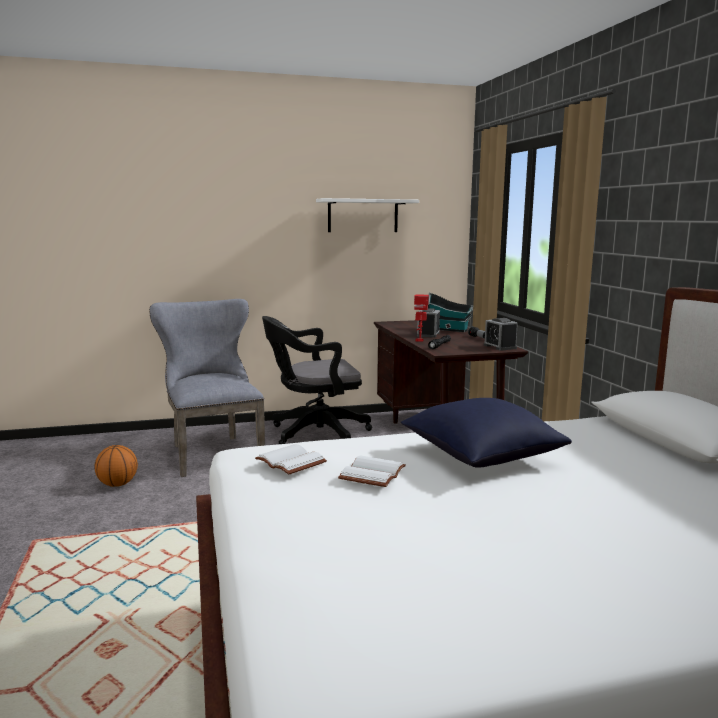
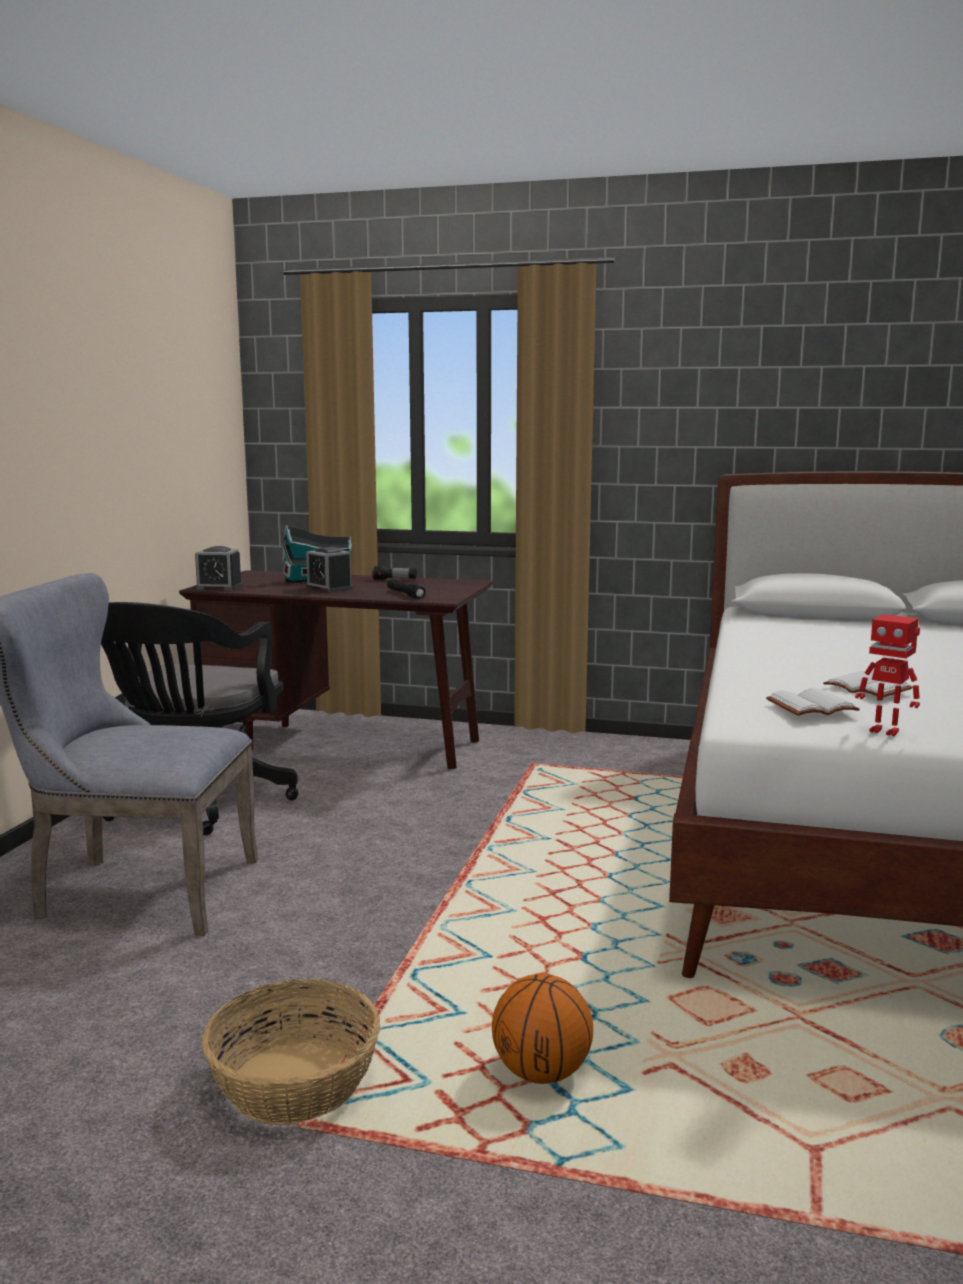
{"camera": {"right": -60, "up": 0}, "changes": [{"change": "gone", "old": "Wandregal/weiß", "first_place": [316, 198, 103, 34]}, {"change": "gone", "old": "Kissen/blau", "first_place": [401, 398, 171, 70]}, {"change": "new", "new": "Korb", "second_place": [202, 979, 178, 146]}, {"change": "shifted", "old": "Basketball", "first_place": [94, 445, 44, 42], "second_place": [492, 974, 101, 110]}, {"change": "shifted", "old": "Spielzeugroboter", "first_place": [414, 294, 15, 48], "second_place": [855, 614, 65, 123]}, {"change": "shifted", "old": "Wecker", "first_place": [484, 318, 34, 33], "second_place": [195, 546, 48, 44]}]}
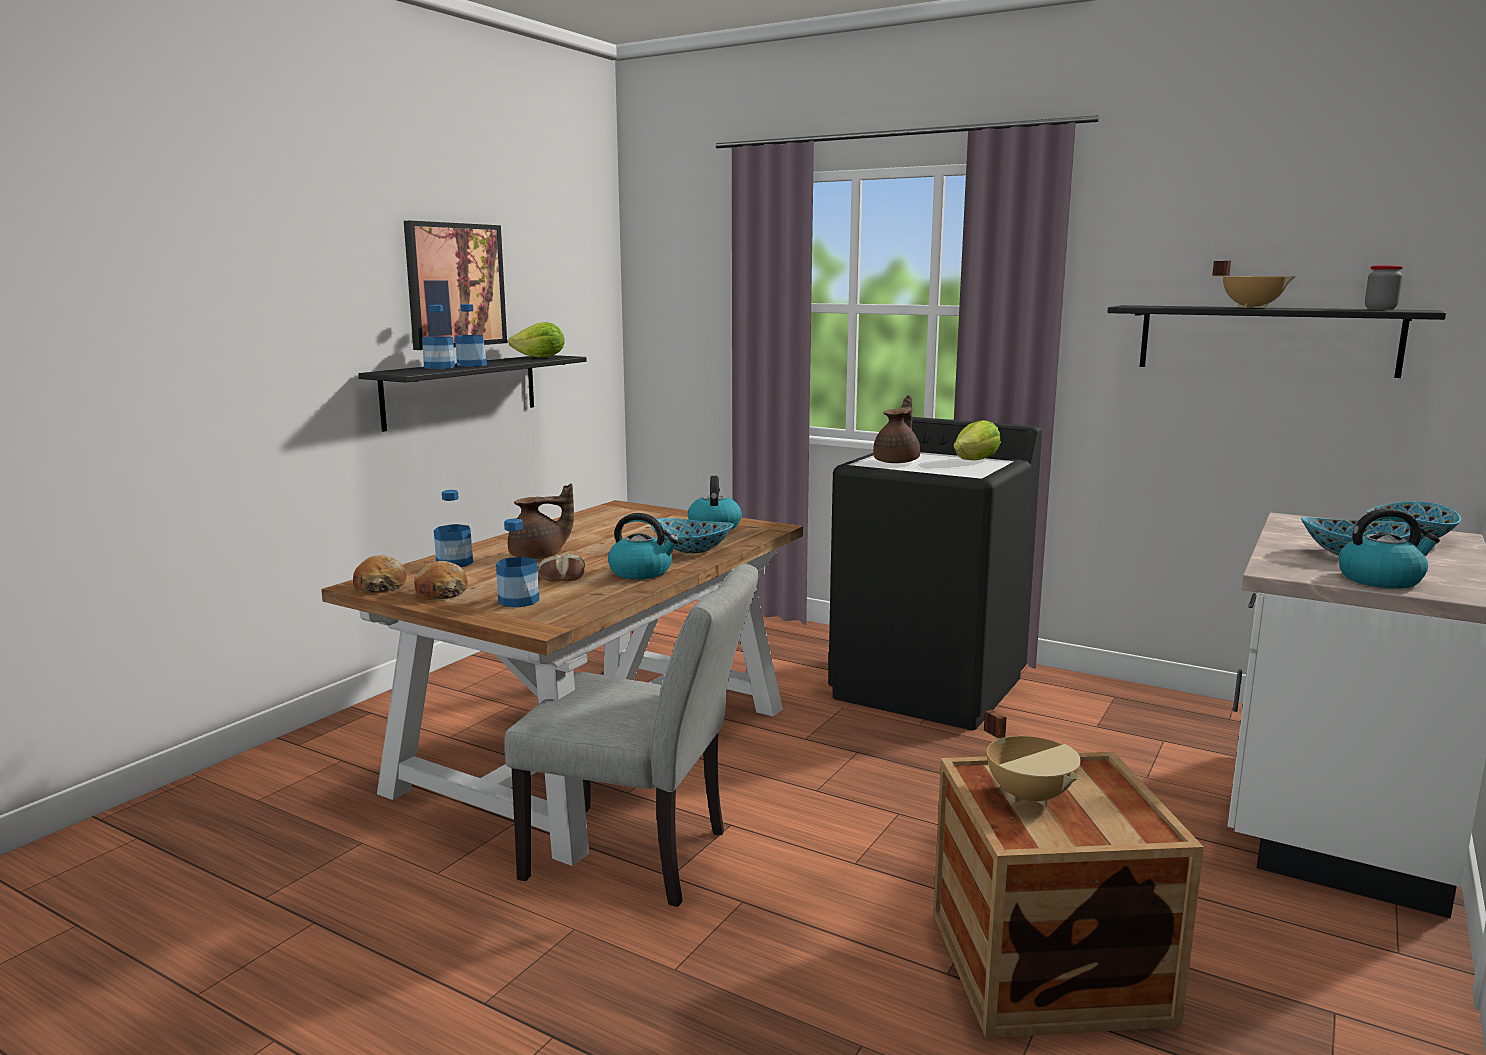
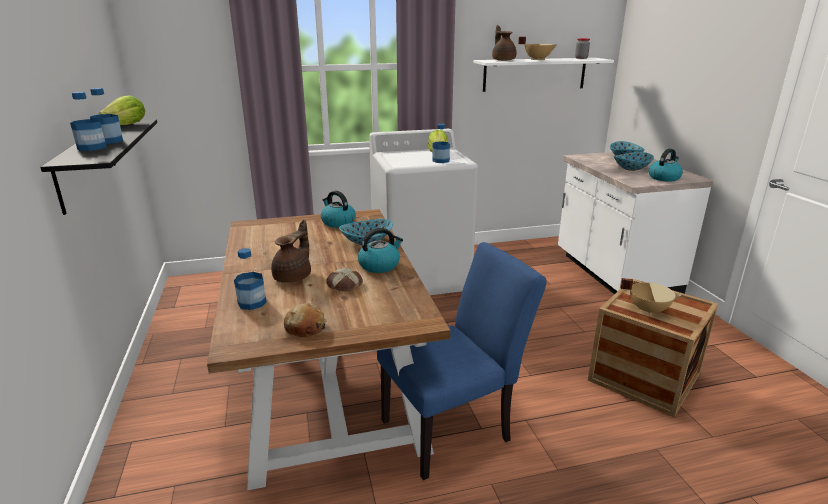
{"camera": {"right": -45, "up": 10}, "changes": [{"change": "gone", "old": "Brot", "first_place": [353, 555, 54, 38]}, {"change": "gone", "old": "Bild", "first_place": [404, 221, 103, 129]}, {"change": "shifted", "old": "Flasche", "first_place": [496, 519, 44, 89], "second_place": [432, 124, 18, 39]}, {"change": "shifted", "old": "Teekanne/braun", "first_place": [873, 395, 47, 68], "second_place": [492, 25, 25, 36]}, {"change": "repainted", "old": "Stuhl/grau", "new": "Stuhl/blau", "first_place": [504, 564, 255, 343], "second_place": [377, 242, 170, 238]}, {"change": "repainted", "old": "Waschmaschine/schwarz", "new": "Waschmaschine/weiß", "first_place": [828, 417, 214, 313], "second_place": [369, 129, 109, 166]}, {"change": "repainted", "old": "Wandregal/schwarz", "new": "Wandregal/weiß", "first_place": [1108, 305, 338, 73], "second_place": [474, 58, 140, 34]}]}
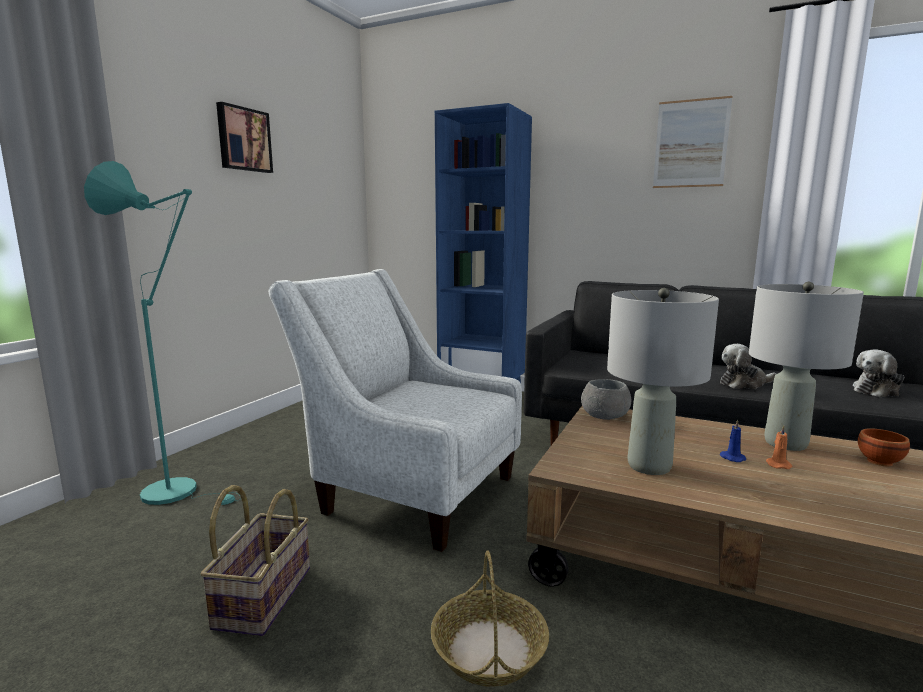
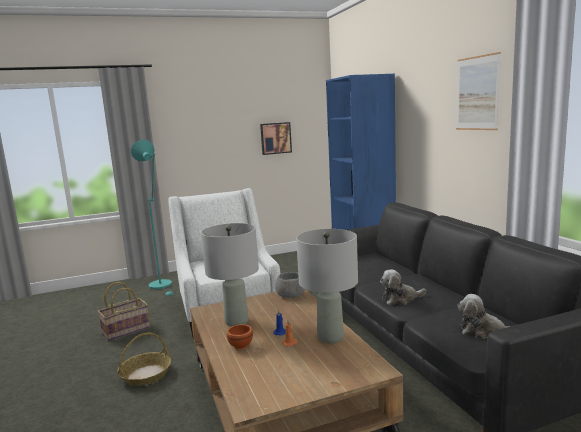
{"camera": {"right": 45, "up": 0}, "changes": [{"change": "shifted", "old": "Bild", "first_place": [216, 102, 57, 71], "second_place": [260, 122, 32, 33]}, {"change": "shifted", "old": "Schüssel/braun", "first_place": [858, 428, 52, 38], "second_place": [227, 324, 26, 26]}, {"change": "rotated", "old": "Plüschtier", "first_place": [720, 344, 56, 45], "second_place": [380, 269, 46, 36], "degrees": -45}]}
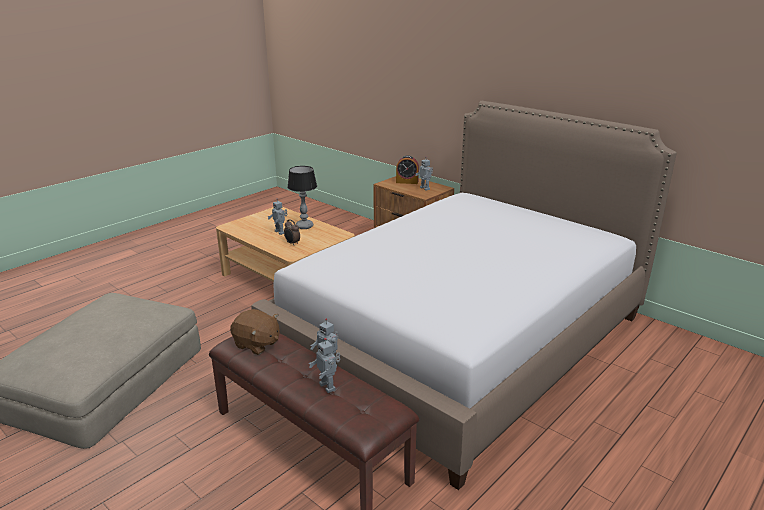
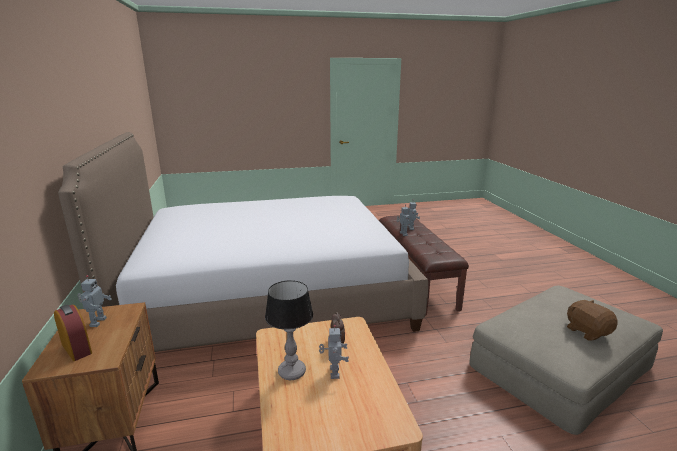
{"camera": {"right": -145, "up": -5}, "changes": [{"change": "shifted", "old": "Plüschtier/braun", "first_place": [230, 309, 49, 46], "second_place": [567, 300, 51, 41]}]}
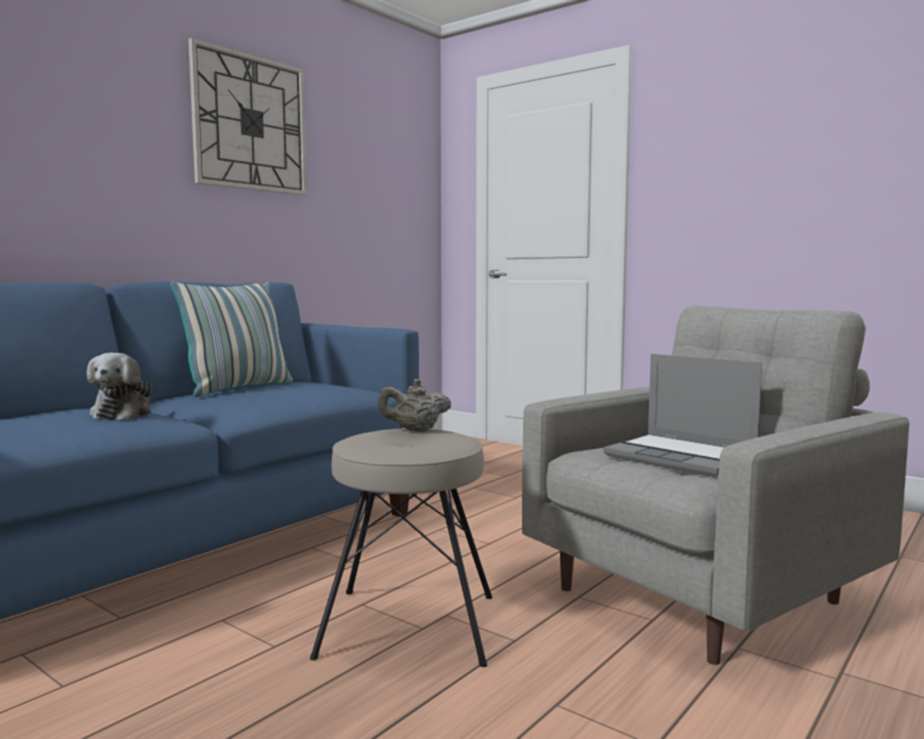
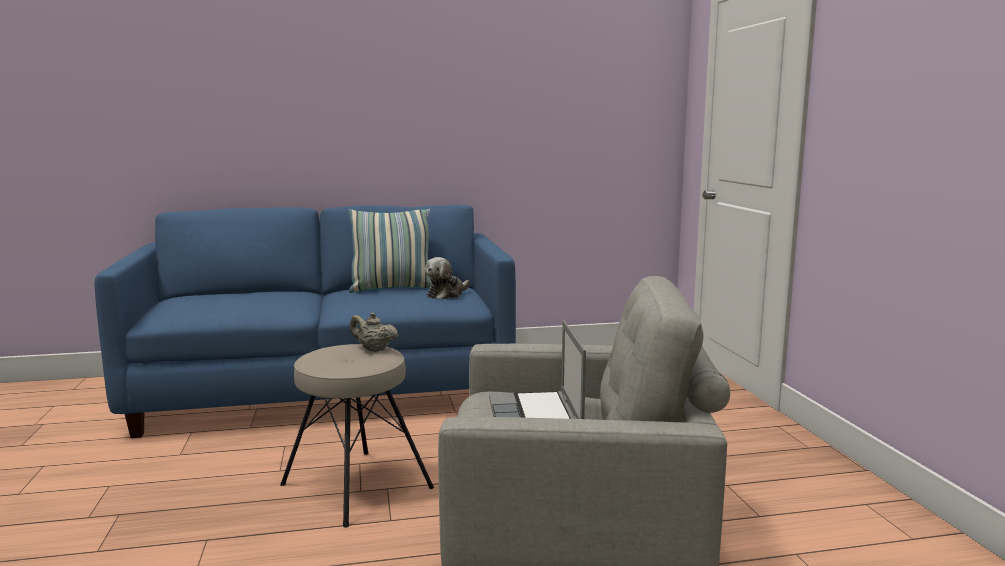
{"camera": {"right": 40, "up": 5}, "changes": [{"change": "gone", "old": "Wanduhr", "first_place": [188, 38, 119, 157]}, {"change": "shifted", "old": "Plüschtier", "first_place": [87, 352, 65, 68], "second_place": [425, 257, 45, 43]}]}
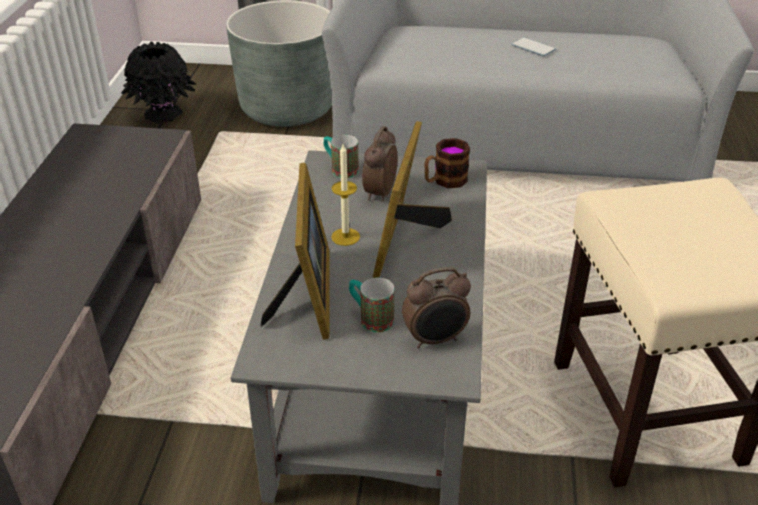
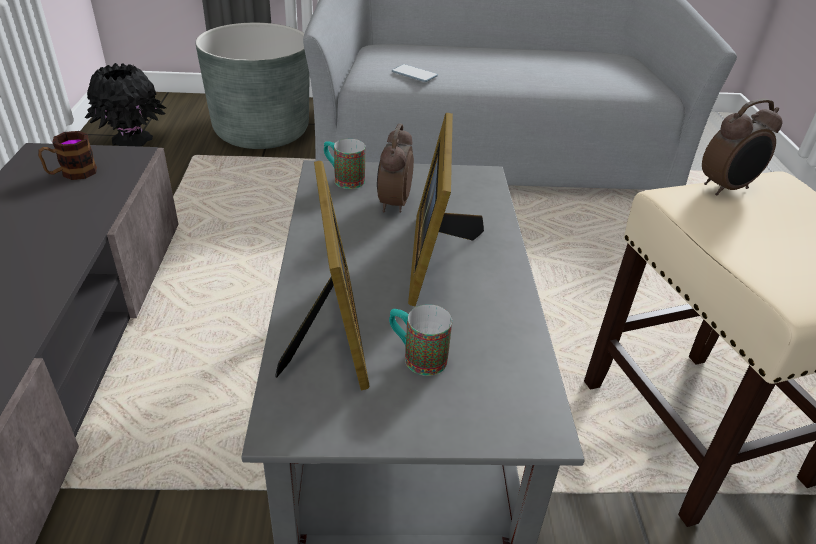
{"camera": {"right": -10, "up": 0}, "changes": [{"change": "gone", "old": "Kerze", "first_place": [331, 145, 29, 101]}, {"change": "shifted", "old": "Wecker", "first_place": [402, 267, 69, 81], "second_place": [702, 98, 80, 98]}, {"change": "shifted", "old": "Henkelbecher", "first_place": [424, 138, 46, 50], "second_place": [38, 131, 59, 49]}, {"change": "shifted", "old": "Handy", "first_place": [511, 37, 45, 19], "second_place": [392, 64, 46, 18]}]}
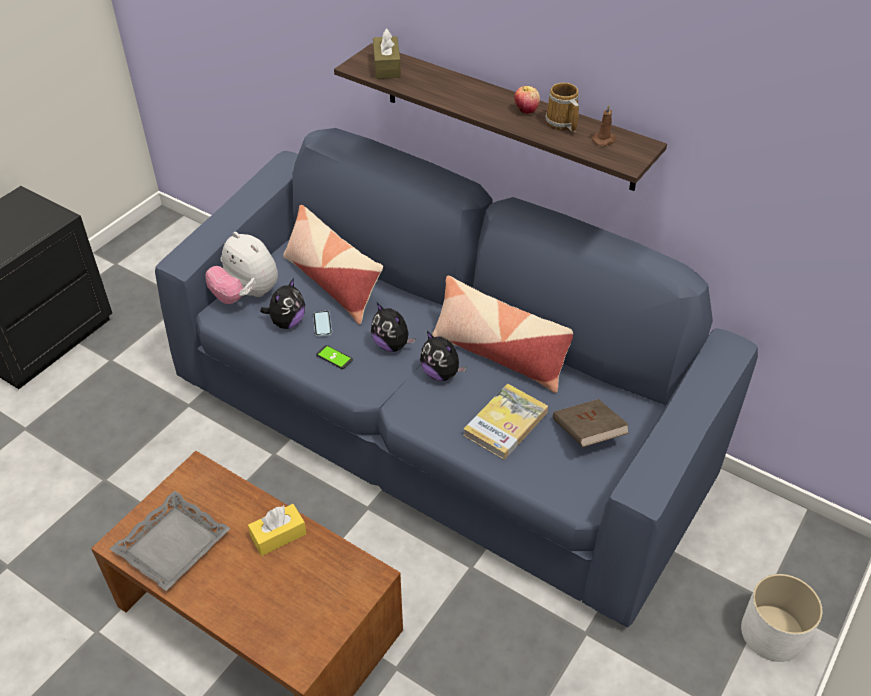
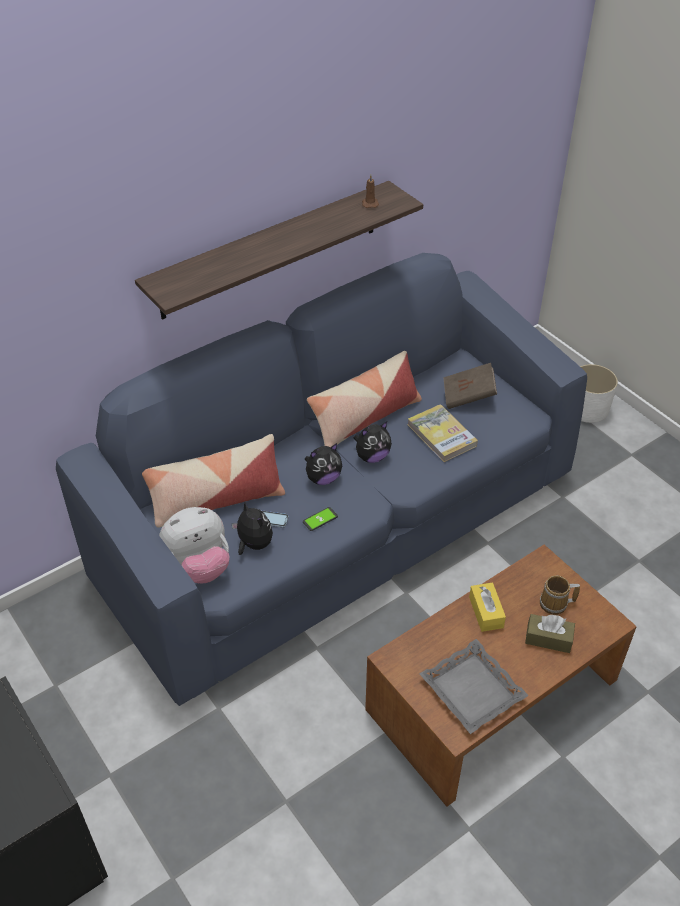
{"camera": {"right": -70, "up": 0}, "changes": [{"change": "gone", "old": "Apfel", "first_place": [514, 86, 26, 28]}, {"change": "shifted", "old": "Taschentuchbox/braun", "first_place": [373, 29, 28, 50], "second_place": [525, 614, 50, 39]}, {"change": "shifted", "old": "Henkelbecher", "first_place": [545, 83, 34, 49], "second_place": [540, 576, 40, 39]}]}
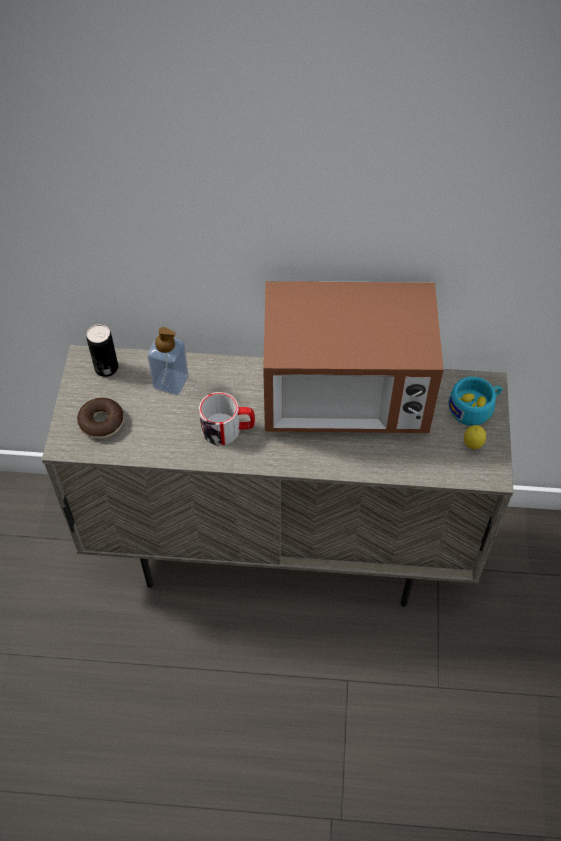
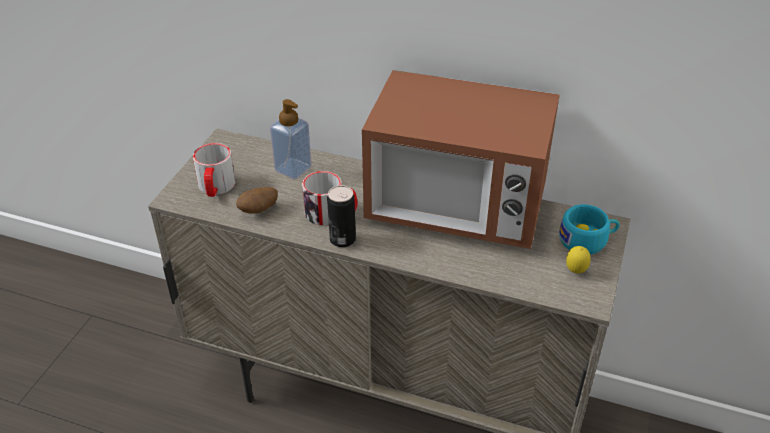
{"camera": {"right": 15, "up": -15}, "changes": [{"change": "new", "new": "Kartoffel", "second_place": [236, 187, 42, 26]}, {"change": "shifted", "old": "Dose", "first_place": [87, 324, 31, 53], "second_place": [327, 185, 29, 62]}, {"change": "swapped", "old": "Donut", "new": "Henkelbecher", "first_place": [77, 398, 47, 41], "second_place": [193, 143, 42, 54]}]}
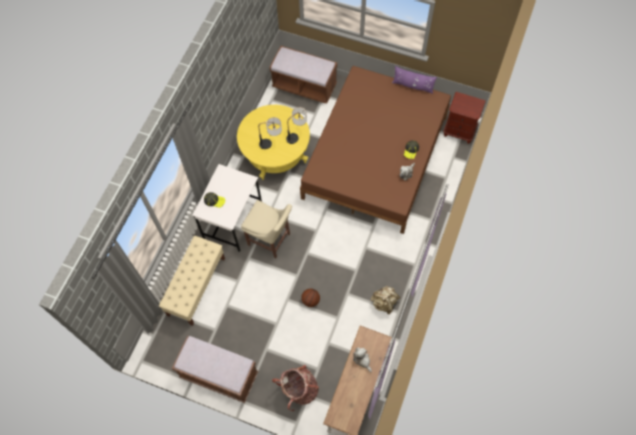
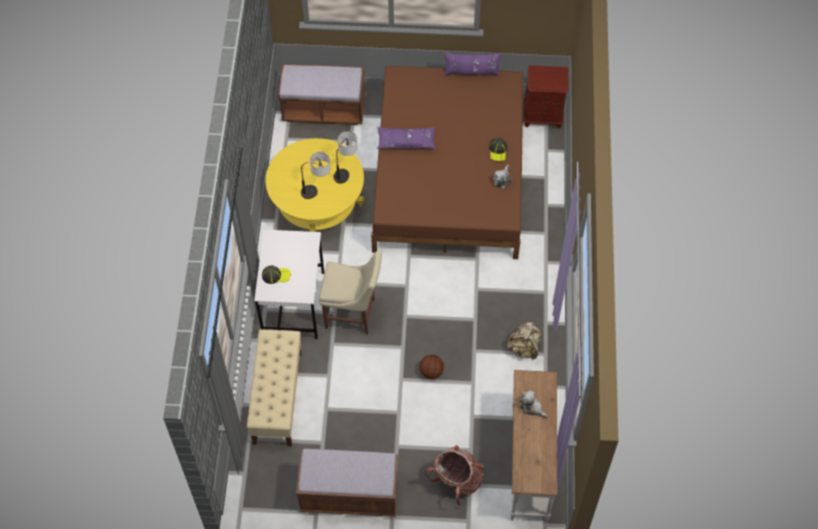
{"camera": {"right": -20, "up": -5}, "changes": [{"change": "new", "new": "Kissen/lila", "second_place": [377, 127, 59, 22]}]}
